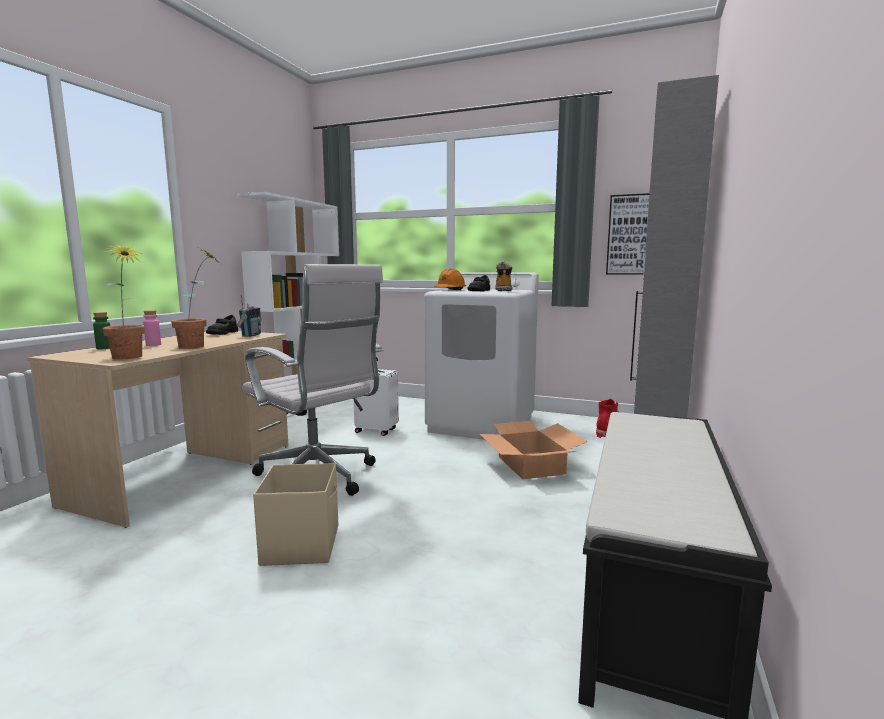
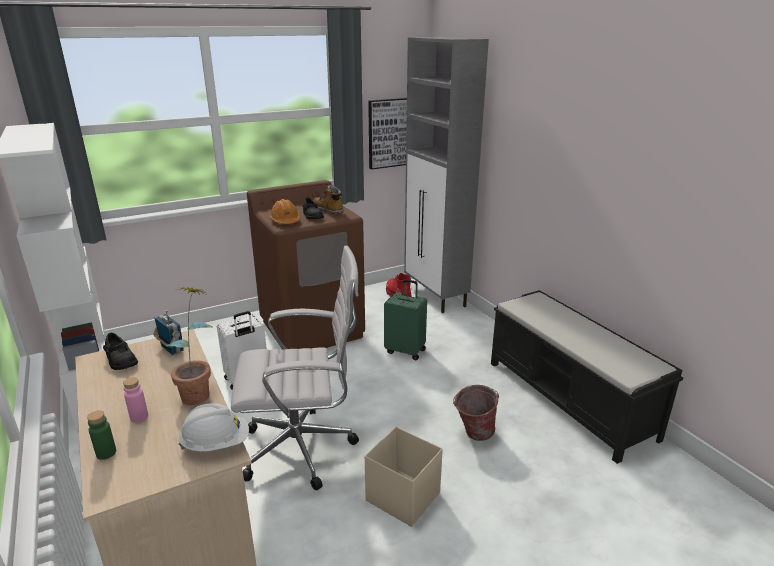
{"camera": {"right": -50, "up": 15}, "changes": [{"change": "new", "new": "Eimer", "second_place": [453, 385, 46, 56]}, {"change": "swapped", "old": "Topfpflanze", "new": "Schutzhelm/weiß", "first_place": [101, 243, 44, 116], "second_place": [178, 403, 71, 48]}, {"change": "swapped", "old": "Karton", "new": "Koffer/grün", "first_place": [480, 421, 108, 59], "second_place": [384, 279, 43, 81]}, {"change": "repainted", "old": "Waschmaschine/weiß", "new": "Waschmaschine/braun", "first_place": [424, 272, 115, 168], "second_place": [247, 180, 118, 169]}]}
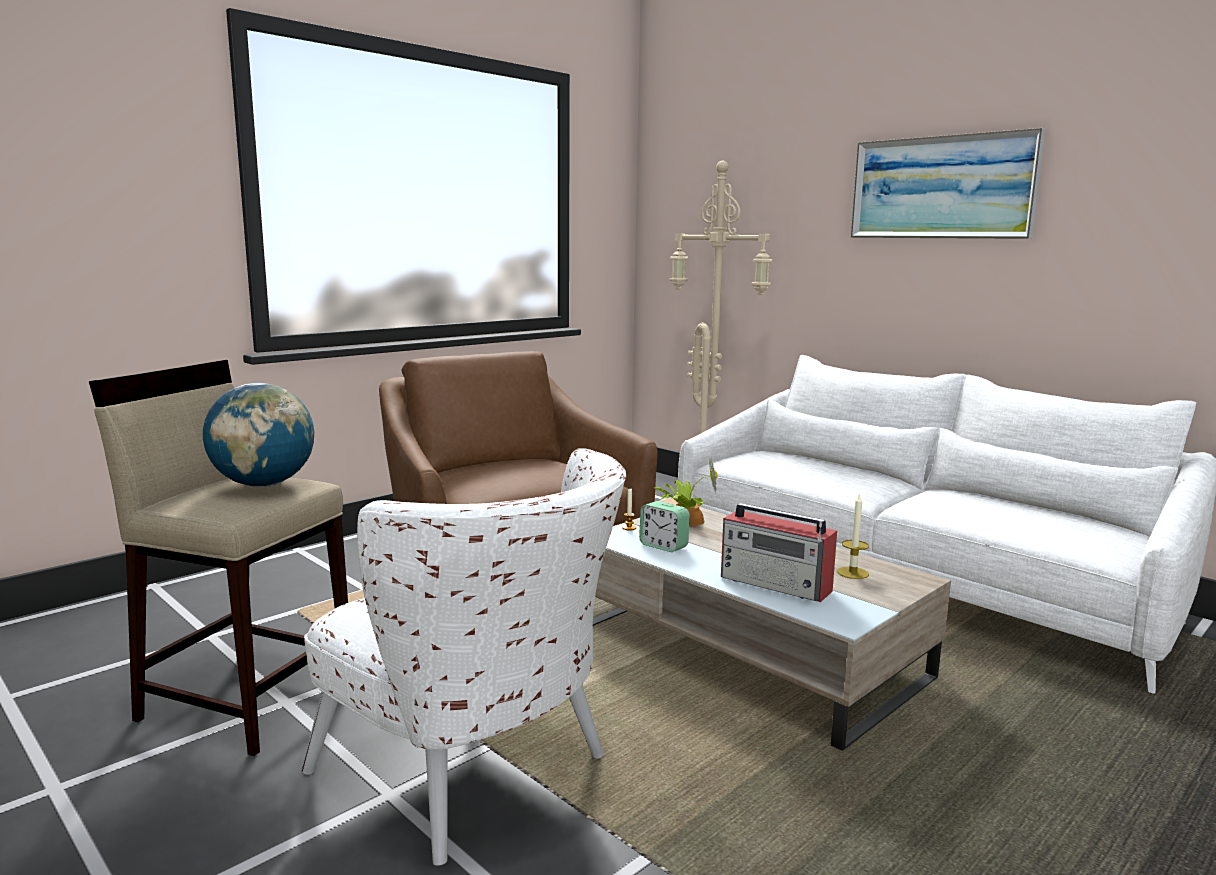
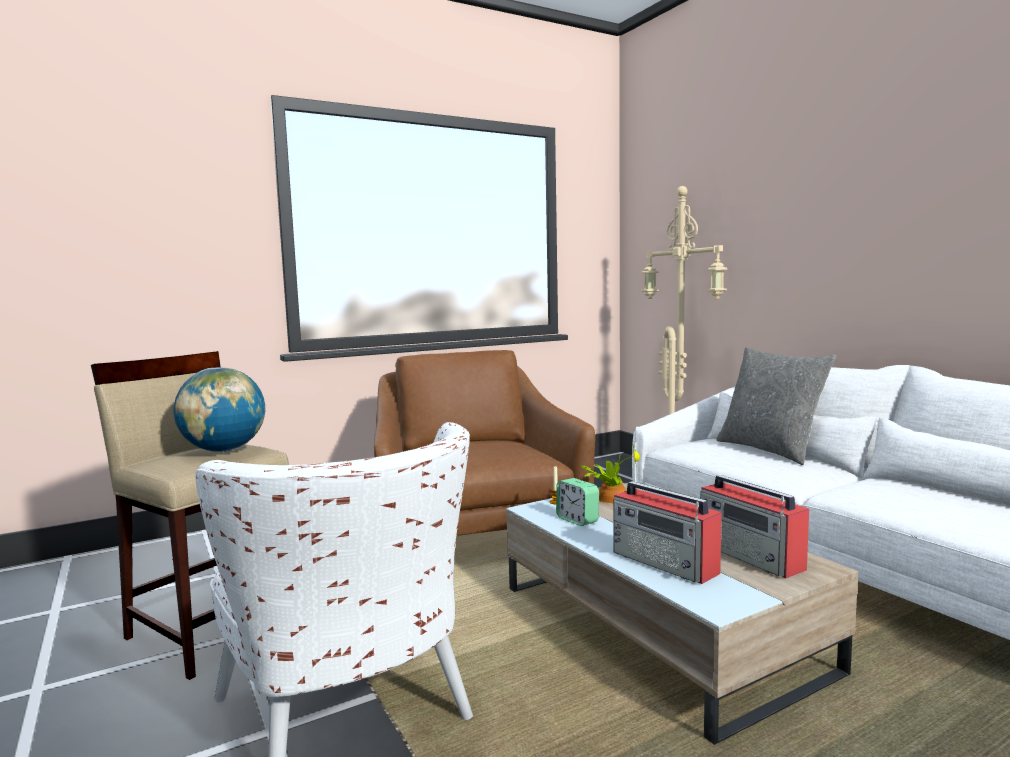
{"camera": {"right": 15, "up": -5}, "changes": [{"change": "gone", "old": "Bild", "first_place": [851, 128, 195, 111]}, {"change": "new", "new": "Kissen/grau", "second_place": [716, 347, 120, 118]}, {"change": "swapped", "old": "Kerze", "new": "Radio", "first_place": [837, 493, 32, 86], "second_place": [700, 475, 109, 103]}]}
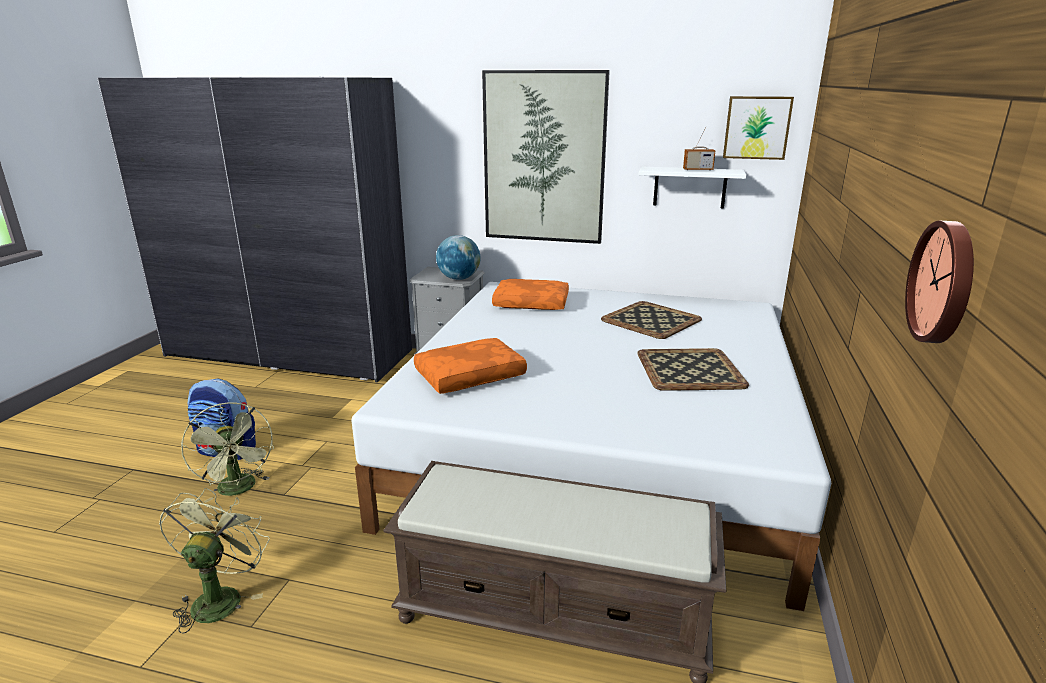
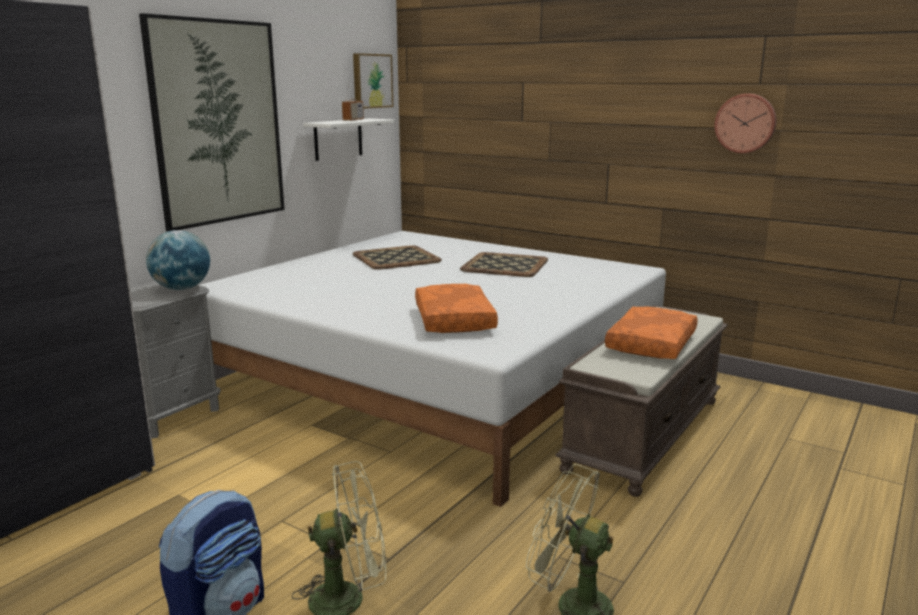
{"camera": {"right": -70, "up": -5}, "changes": [{"change": "shifted", "old": "Kissen/orange", "first_place": [492, 279, 77, 31], "second_place": [605, 306, 93, 53]}]}
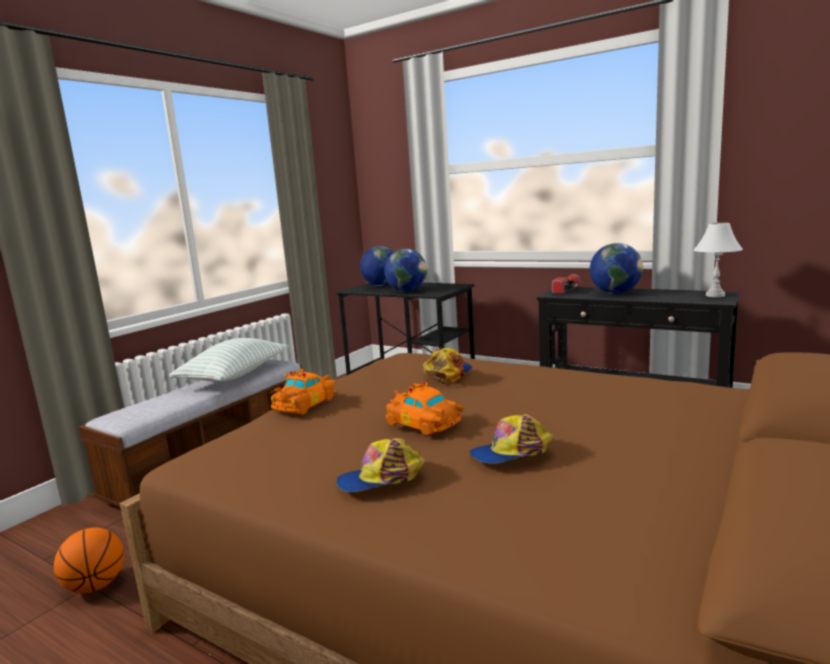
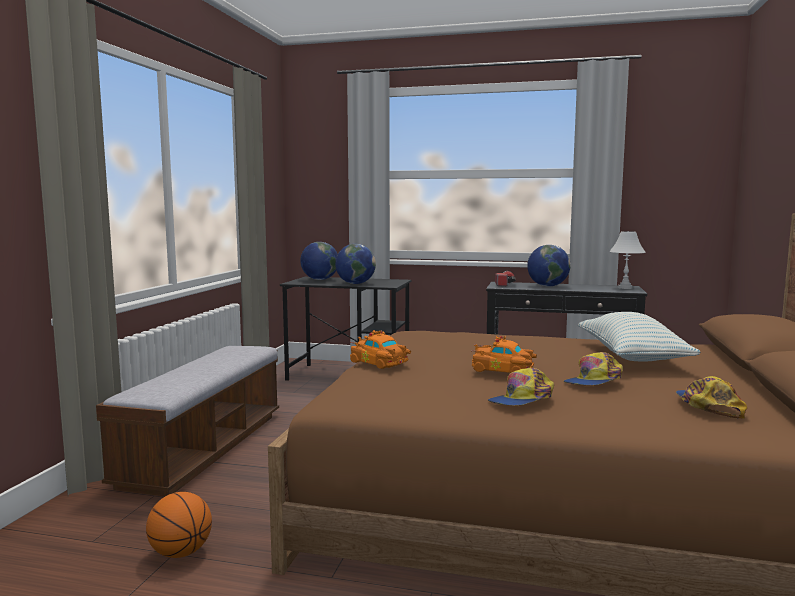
{"camera": {"right": -20, "up": -5}, "changes": [{"change": "shifted", "old": "Kissen", "first_place": [169, 338, 120, 44], "second_place": [578, 312, 122, 49]}, {"change": "shifted", "old": "Kappe", "first_place": [423, 348, 49, 34], "second_place": [676, 376, 71, 43]}, {"change": "rotated", "old": "Spielzeugauto/orange", "first_place": [269, 368, 67, 47], "second_place": [350, 330, 61, 39], "degrees": 120}]}
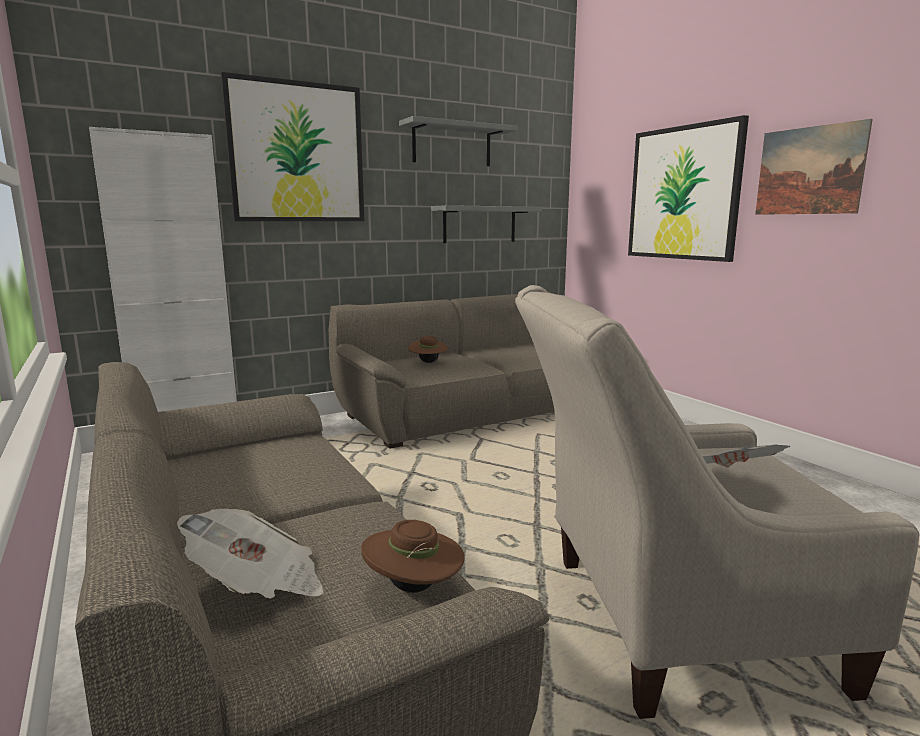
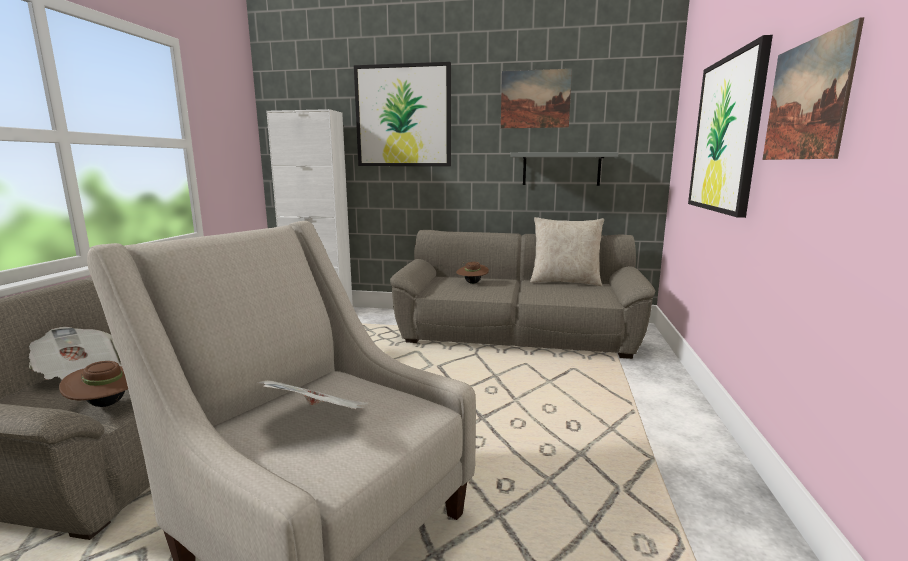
{"camera": {"right": 40, "up": 0}, "changes": [{"change": "new", "new": "Kissen/beige", "second_place": [530, 217, 74, 69]}, {"change": "swapped", "old": "Wandregal/grau", "new": "Bild", "first_place": [399, 116, 119, 50], "second_place": [501, 69, 71, 59]}]}
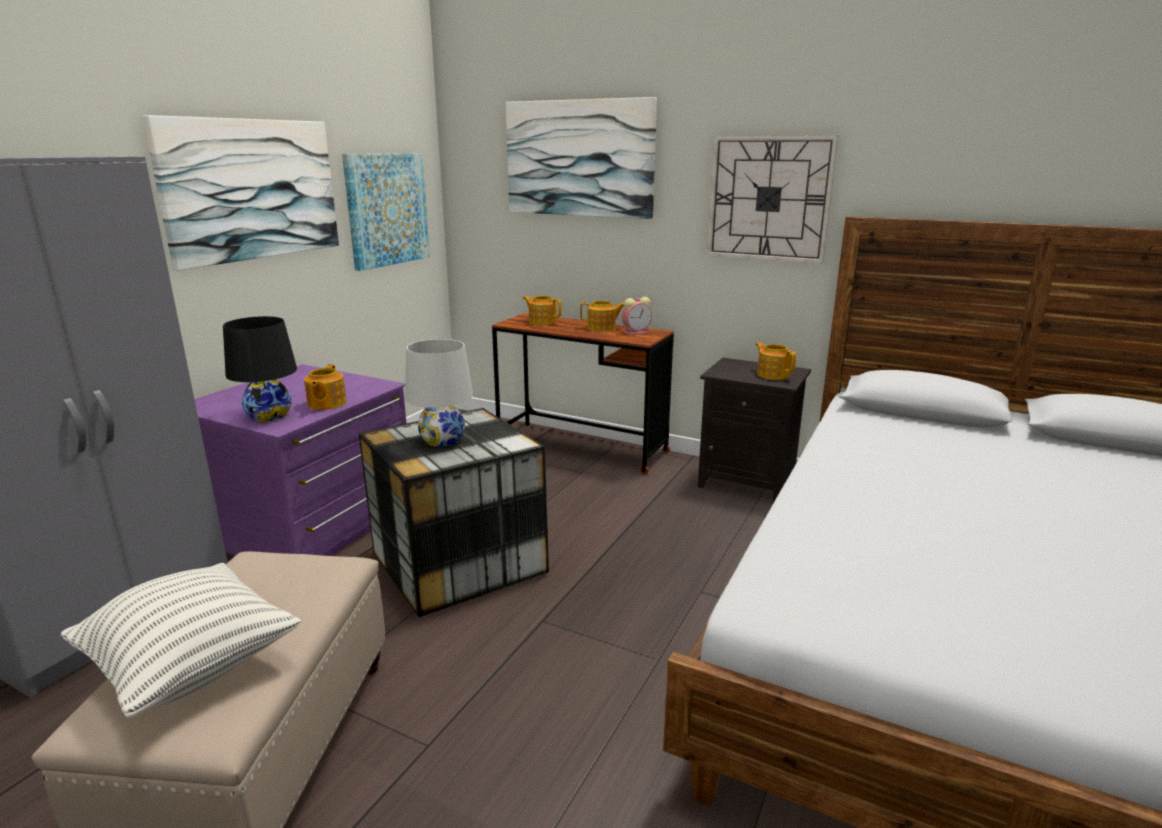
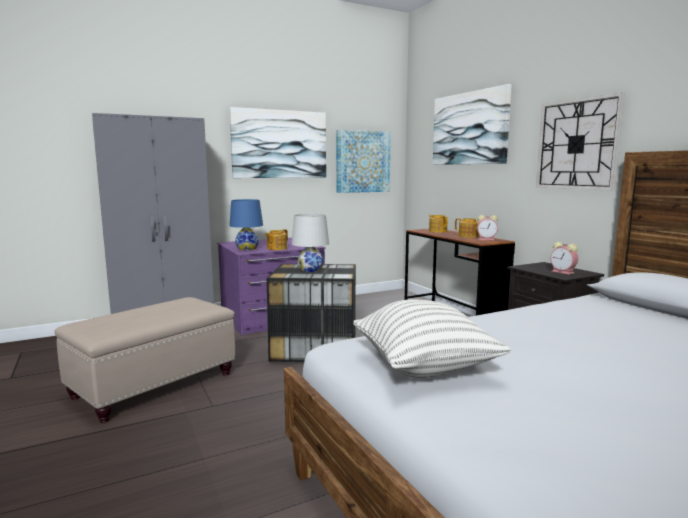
{"camera": {"right": 35, "up": -10}, "changes": [{"change": "shifted", "old": "Kissen", "first_place": [61, 563, 240, 155], "second_place": [353, 299, 158, 79]}, {"change": "swapped", "old": "Teekanne", "new": "Wecker", "first_place": [755, 342, 41, 38], "second_place": [550, 242, 28, 33]}, {"change": "repainted", "old": "Tischlampe/schwarz", "new": "Tischlampe/blau", "first_place": [223, 316, 74, 106], "second_place": [229, 199, 34, 51]}]}
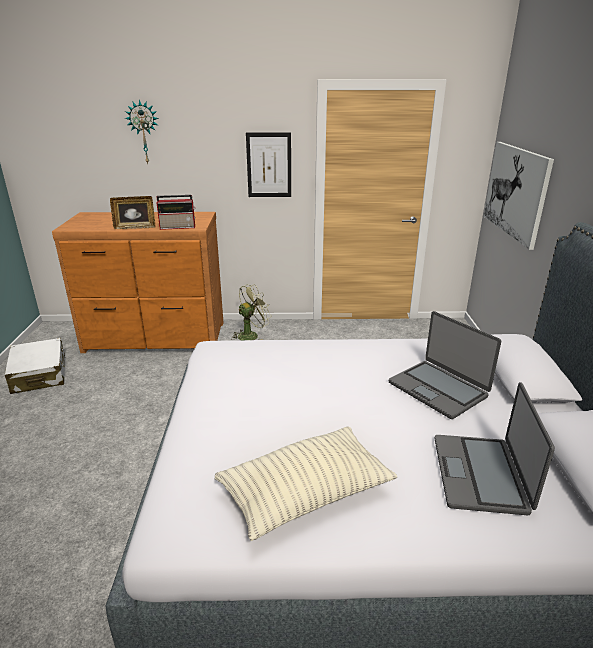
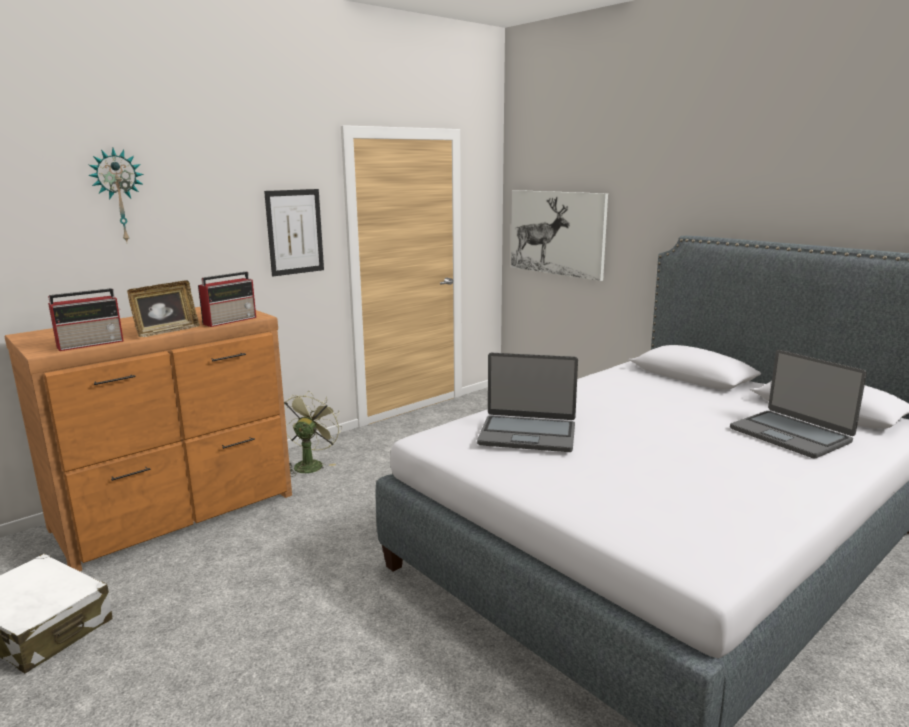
{"camera": {"right": -40, "up": -10}, "changes": [{"change": "gone", "old": "Kissen", "first_place": [214, 427, 183, 114]}, {"change": "new", "new": "Radio", "second_place": [48, 288, 76, 63]}, {"change": "shifted", "old": "Laptop", "first_place": [389, 311, 112, 108], "second_place": [477, 353, 101, 99]}]}
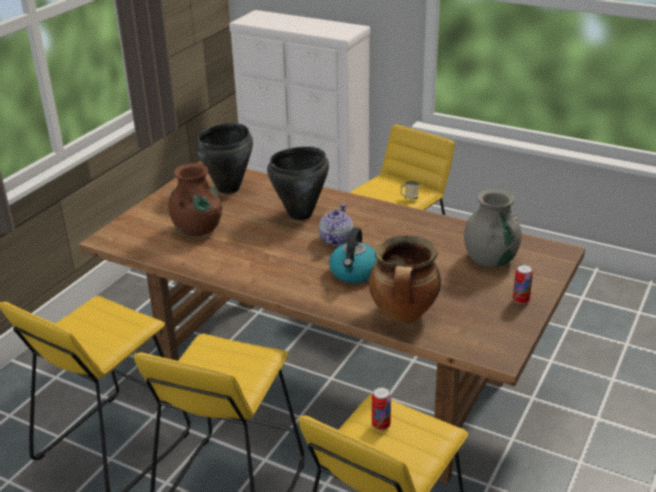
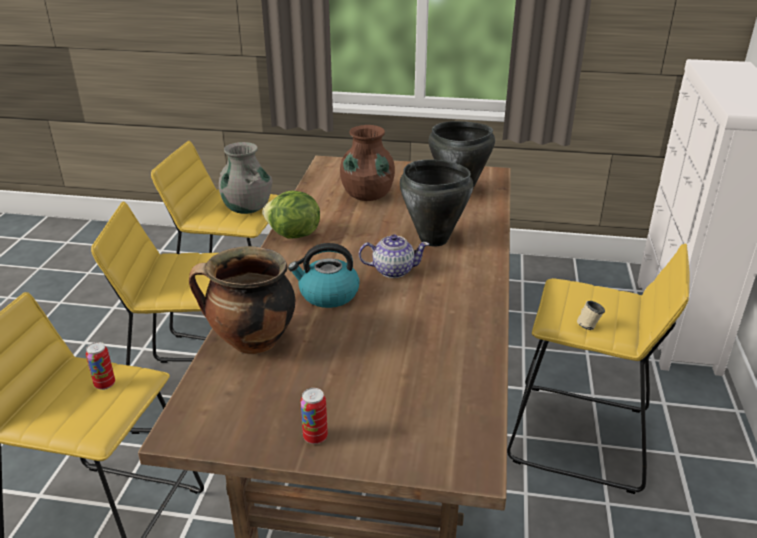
{"camera": {"right": 70, "up": 0}, "changes": [{"change": "new", "new": "Salatkopf", "second_place": [262, 191, 58, 48]}, {"change": "shifted", "old": "Vase/grau", "first_place": [464, 189, 58, 78], "second_place": [219, 142, 53, 72]}]}
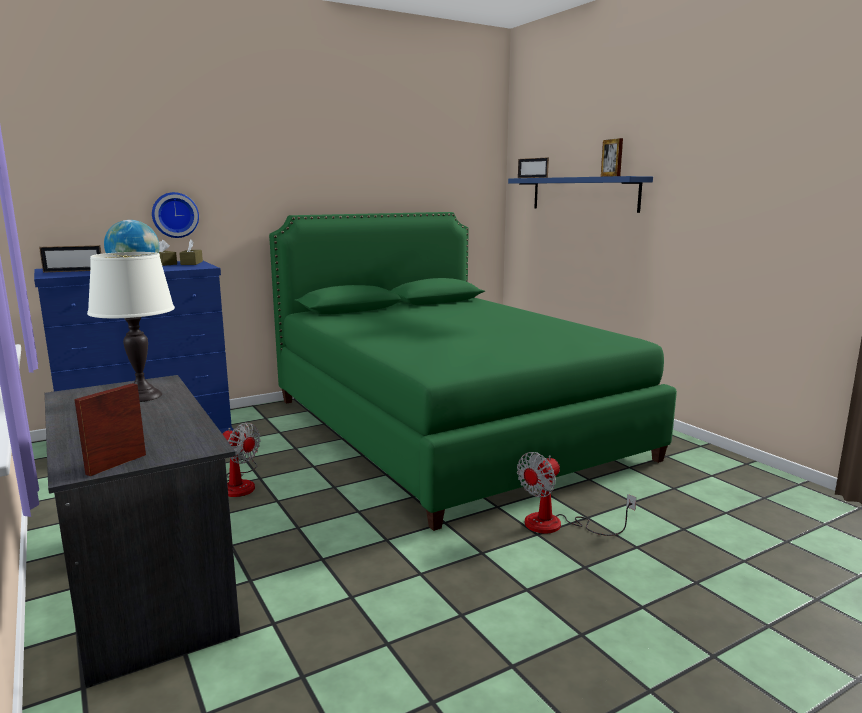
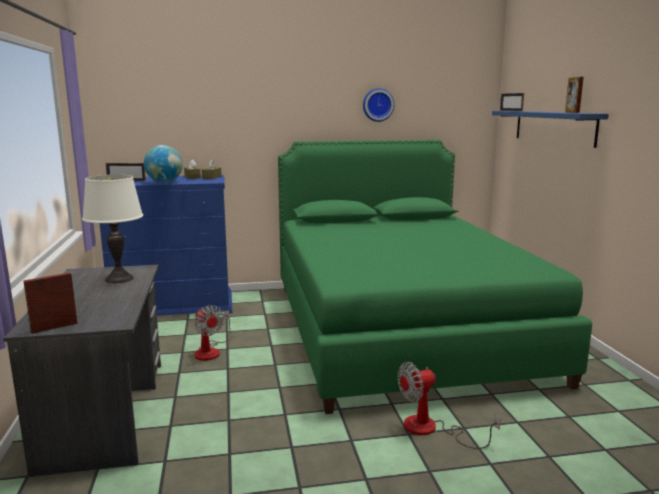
{"camera": {"right": 20, "up": 0}, "changes": [{"change": "shifted", "old": "Wanduhr", "first_place": [152, 192, 47, 46], "second_place": [363, 88, 31, 34]}]}
